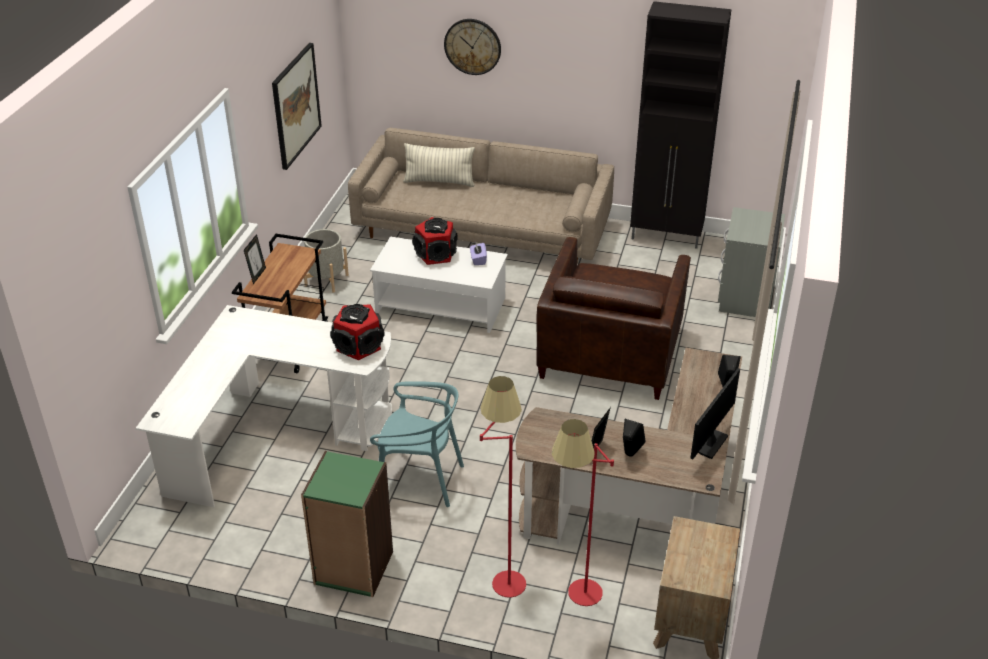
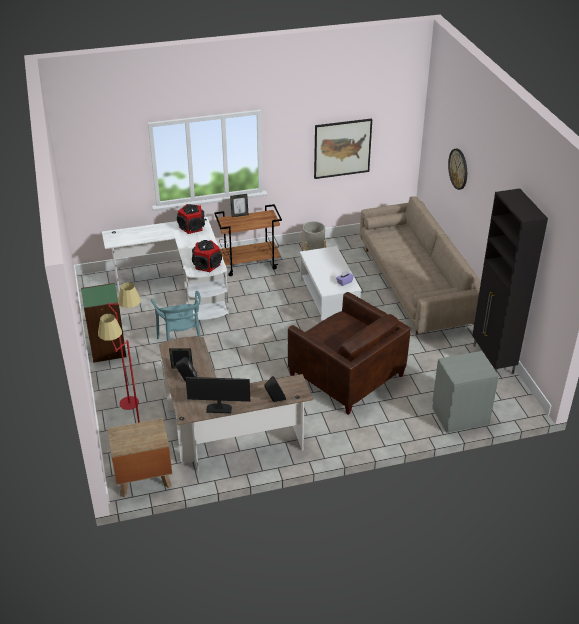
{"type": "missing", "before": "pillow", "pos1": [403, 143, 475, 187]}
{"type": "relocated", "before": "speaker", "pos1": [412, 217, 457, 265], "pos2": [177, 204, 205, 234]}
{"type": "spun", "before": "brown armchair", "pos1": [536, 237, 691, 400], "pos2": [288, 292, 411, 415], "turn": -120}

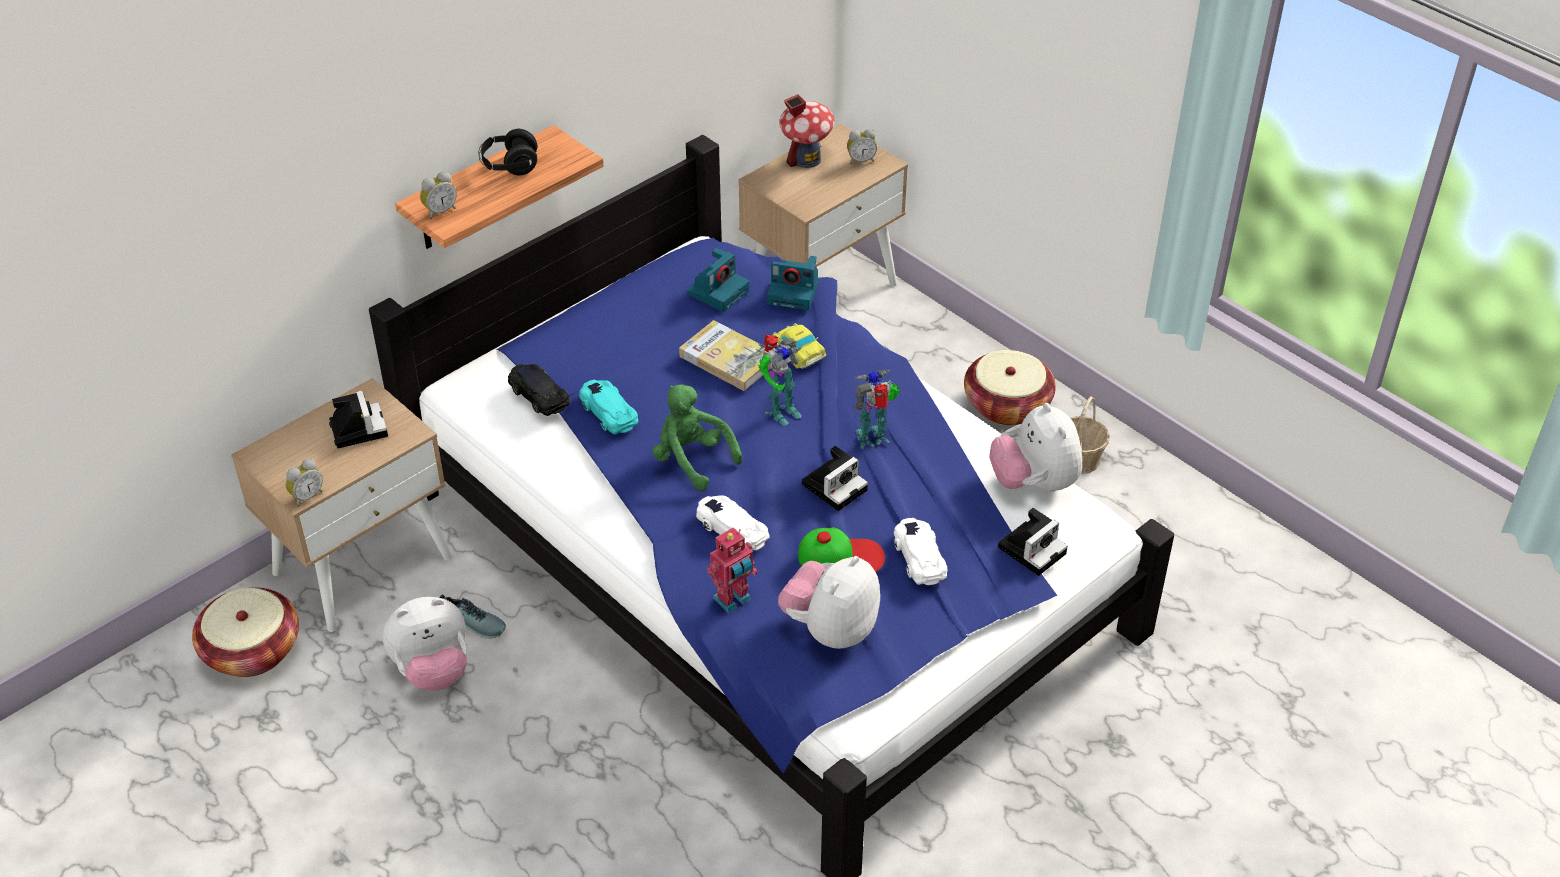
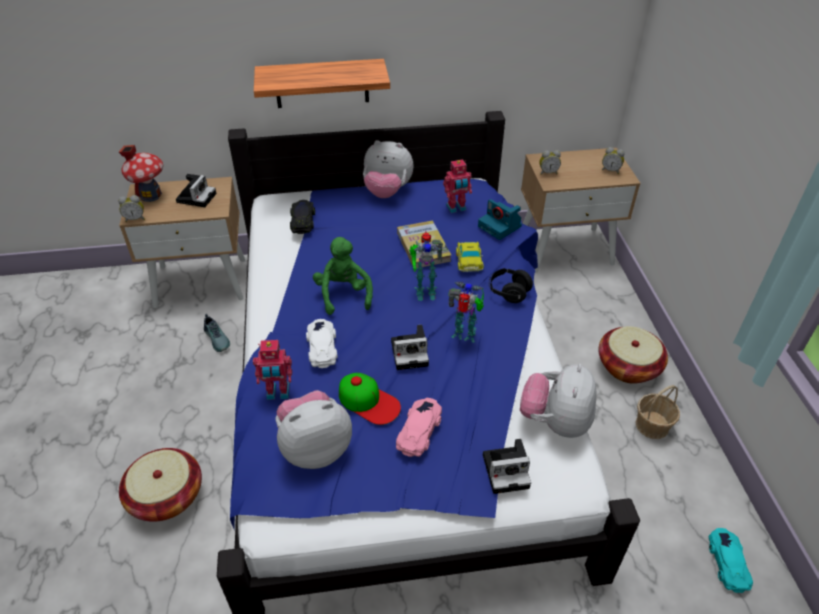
{"type": "relocated", "before": "basket", "pos1": [192, 587, 299, 677], "pos2": [119, 448, 202, 522]}
{"type": "relocated", "before": "plush toy", "pos1": [383, 597, 467, 691], "pos2": [363, 140, 414, 198]}
{"type": "relocated", "before": "alarm clock", "pos1": [420, 171, 457, 219], "pos2": [539, 150, 561, 175]}
{"type": "relocated", "before": "black headphones", "pos1": [479, 129, 537, 176], "pos2": [489, 268, 533, 303]}
{"type": "relocated", "before": "turquoise toy car", "pos1": [579, 380, 638, 434], "pos2": [709, 528, 753, 593]}
{"type": "exchanged", "before": "photo camera", "after": "toy robot", "pos1": [687, 248, 749, 312], "pos2": [443, 159, 472, 213]}
{"type": "relocated", "before": "toy house", "pos1": [779, 94, 835, 168], "pos2": [119, 145, 163, 202]}
{"type": "colour", "before": "white toy car", "after": "pink toy car", "pos1": [894, 518, 947, 585], "pos2": [396, 398, 442, 457]}

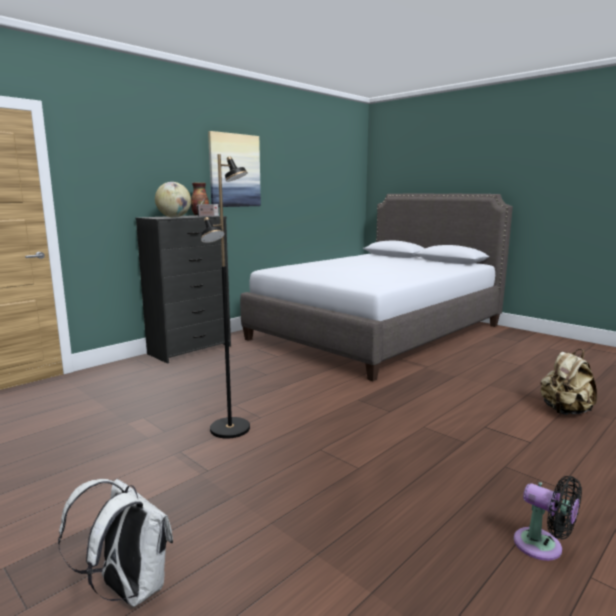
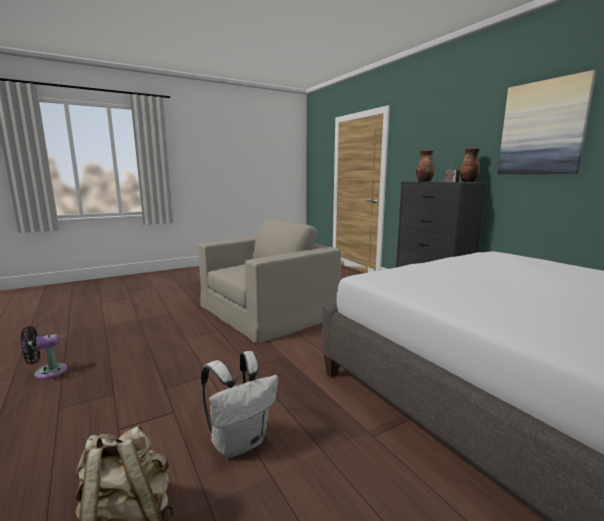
{"type": "relocated", "before": "white backpack", "pos1": [58, 479, 173, 607], "pos2": [201, 351, 278, 458]}
{"type": "exchanged", "before": "globe", "after": "vase", "pos1": [155, 182, 191, 218], "pos2": [416, 150, 434, 182]}
{"type": "exchanged", "before": "black floor lamp", "after": "beige armchair", "pos1": [201, 154, 250, 439], "pos2": [198, 219, 341, 343]}

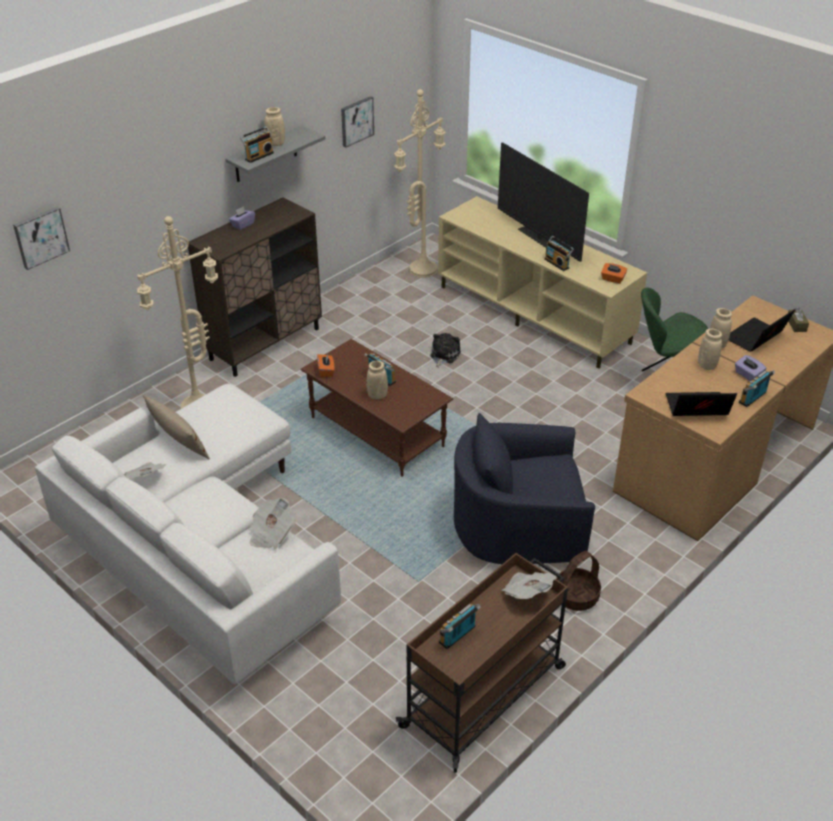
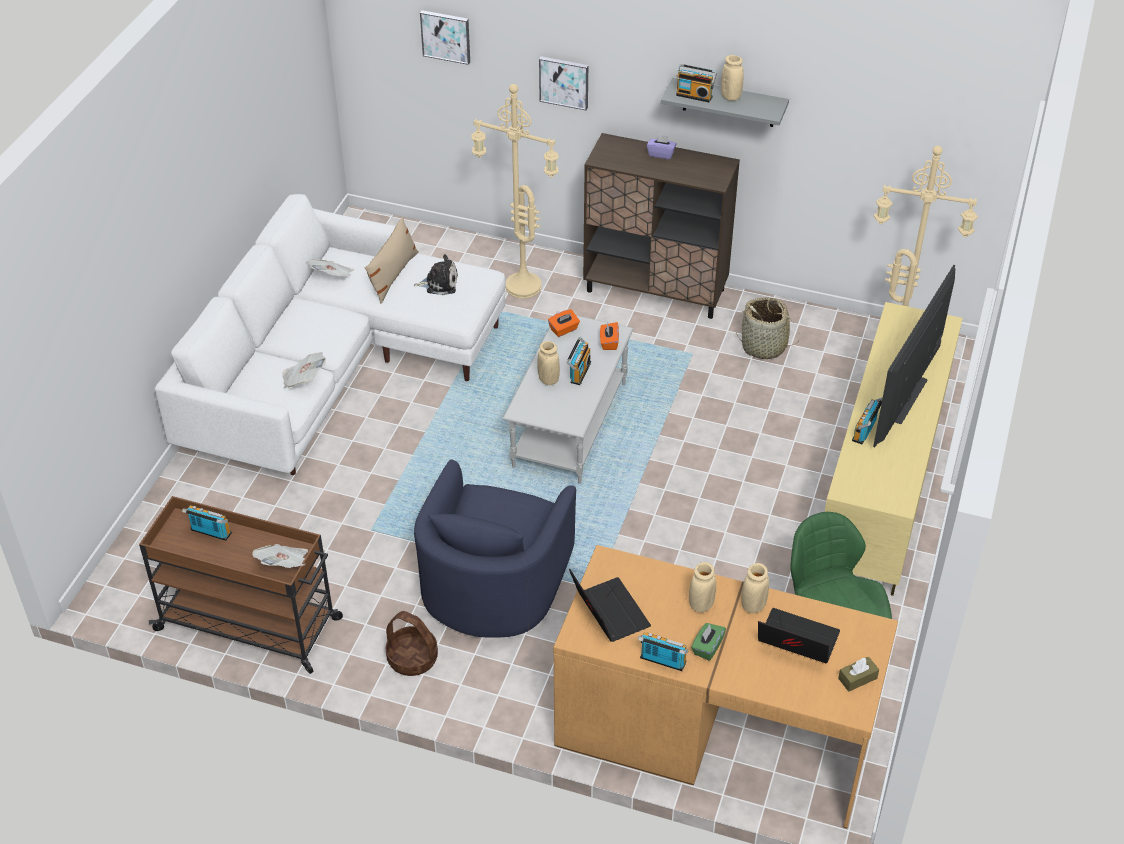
{"type": "colour", "before": "brown coffee table", "after": "grey coffee table", "pos1": [301, 339, 453, 477], "pos2": [502, 311, 634, 484]}
{"type": "relocated", "before": "picture", "pos1": [341, 96, 374, 148], "pos2": [539, 56, 588, 110]}
{"type": "relocated", "before": "plush toy", "pos1": [430, 333, 461, 368], "pos2": [413, 254, 458, 295]}
{"type": "spun", "before": "blue armchair", "pos1": [454, 413, 595, 564], "pos2": [414, 460, 576, 638], "turn": -135}
{"type": "relocated", "before": "orange tissue box", "pos1": [601, 263, 627, 284], "pos2": [600, 322, 619, 350]}
{"type": "colour", "before": "purple tissue box", "after": "green tissue box", "pos1": [735, 355, 767, 381], "pos2": [691, 623, 726, 661]}
{"type": "appeared", "after": "basket", "pos2": [736, 297, 800, 359]}

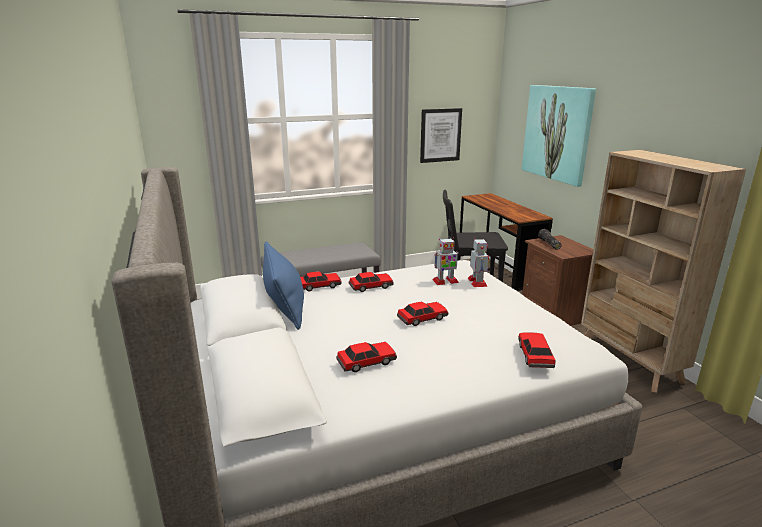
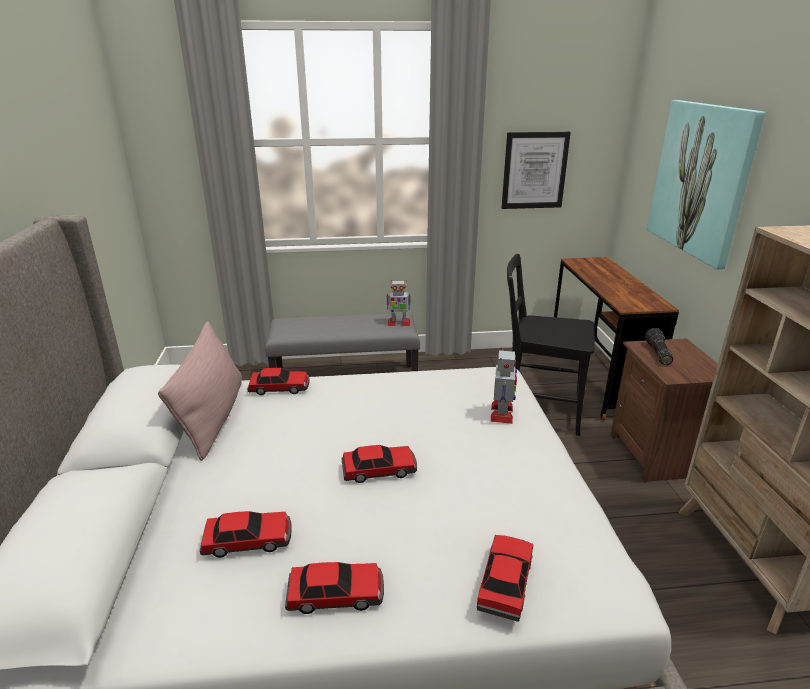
{"type": "colour", "before": "blue pillow", "after": "pink pillow", "pos1": [263, 241, 304, 330], "pos2": [158, 321, 242, 461]}
{"type": "relocated", "before": "toy car", "pos1": [349, 272, 394, 292], "pos2": [285, 562, 384, 614]}
{"type": "relocated", "before": "toy robot", "pos1": [433, 238, 459, 285], "pos2": [386, 280, 411, 326]}

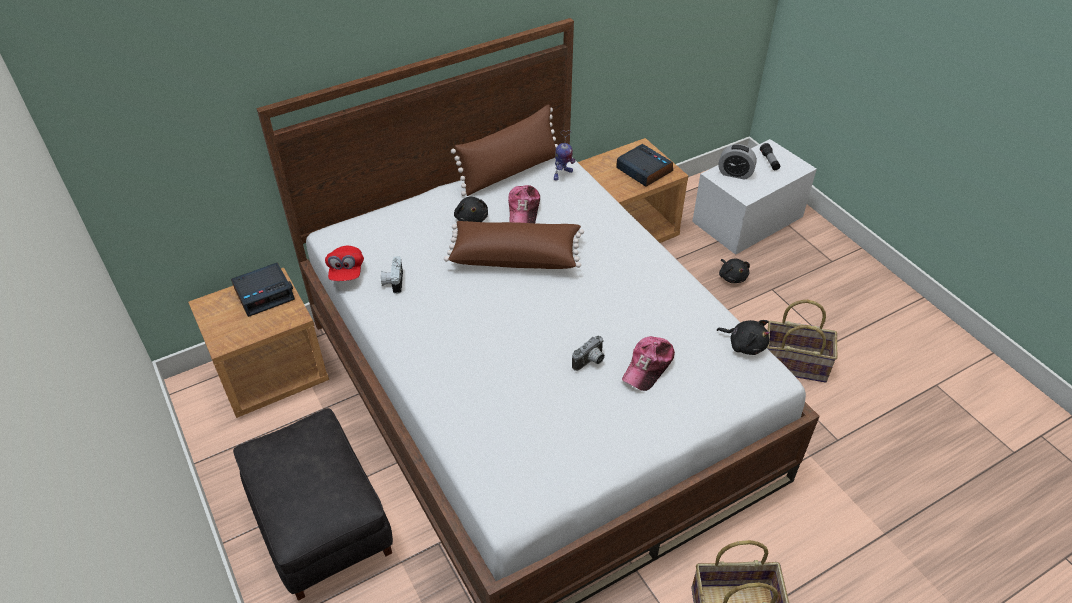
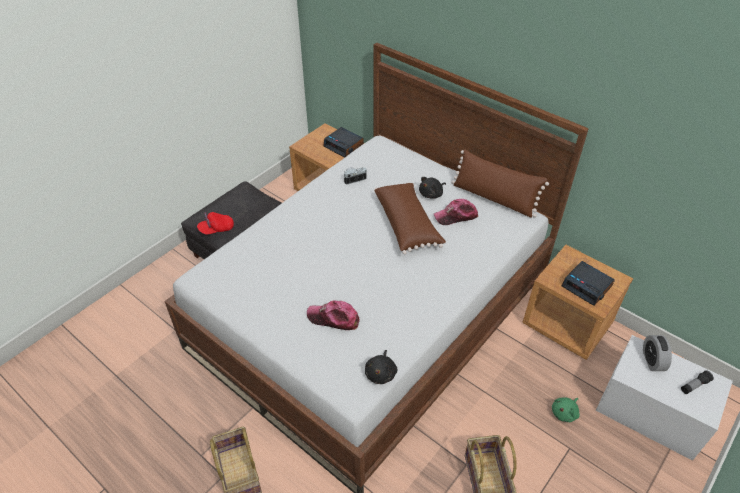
{"type": "relocated", "before": "red cap", "pos1": [325, 245, 364, 281], "pos2": [197, 212, 234, 234]}
{"type": "missing", "before": "toy robot", "pos1": [554, 130, 575, 181]}
{"type": "missing", "before": "photo camera", "pos1": [572, 335, 605, 371]}
{"type": "spun", "before": "alarm clock", "pos1": [616, 144, 673, 187], "pos2": [562, 261, 615, 306], "turn": 105}
{"type": "colour", "before": "black plush toy", "after": "green plush toy", "pos1": [719, 258, 750, 283], "pos2": [552, 398, 580, 422]}

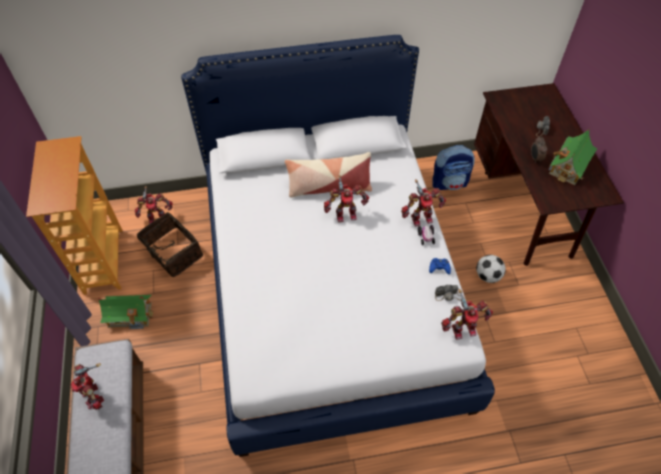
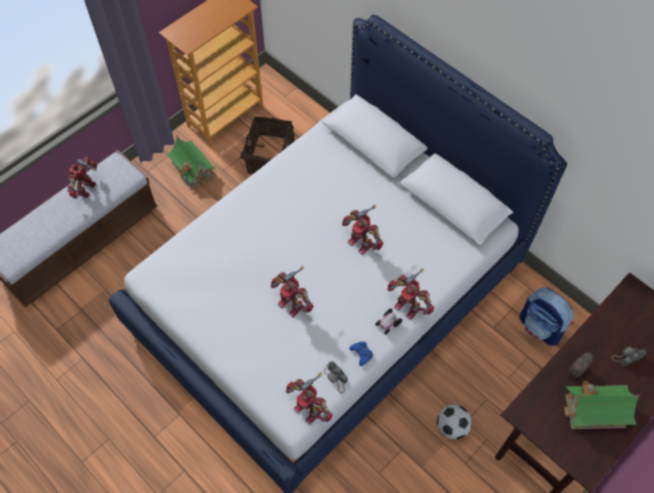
{"type": "relocated", "before": "toy robot", "pos1": [135, 186, 173, 224], "pos2": [271, 266, 314, 317]}
{"type": "missing", "before": "pillow", "pos1": [285, 152, 372, 198]}

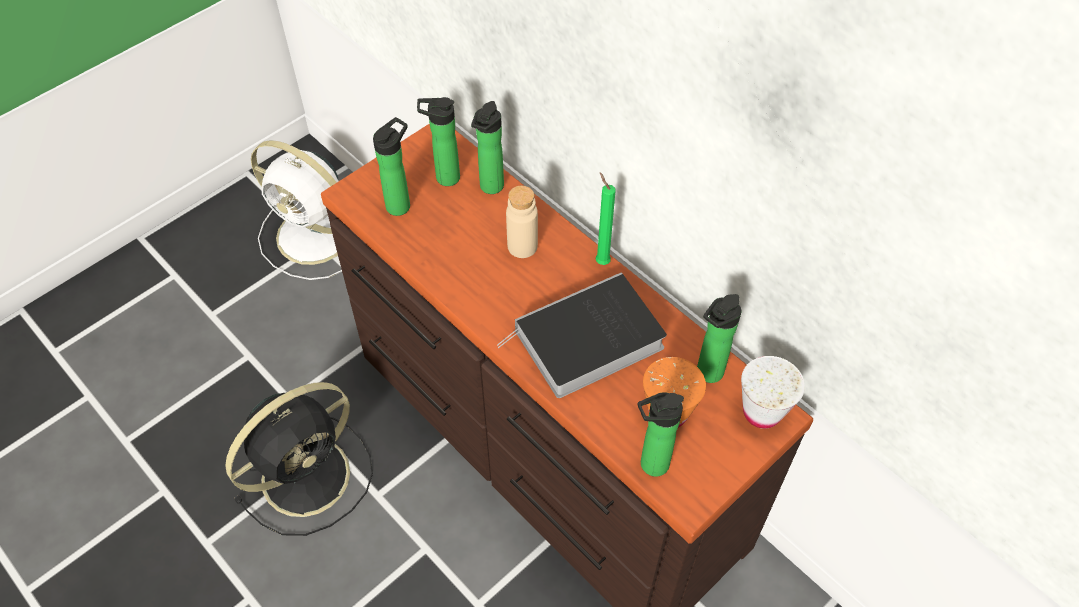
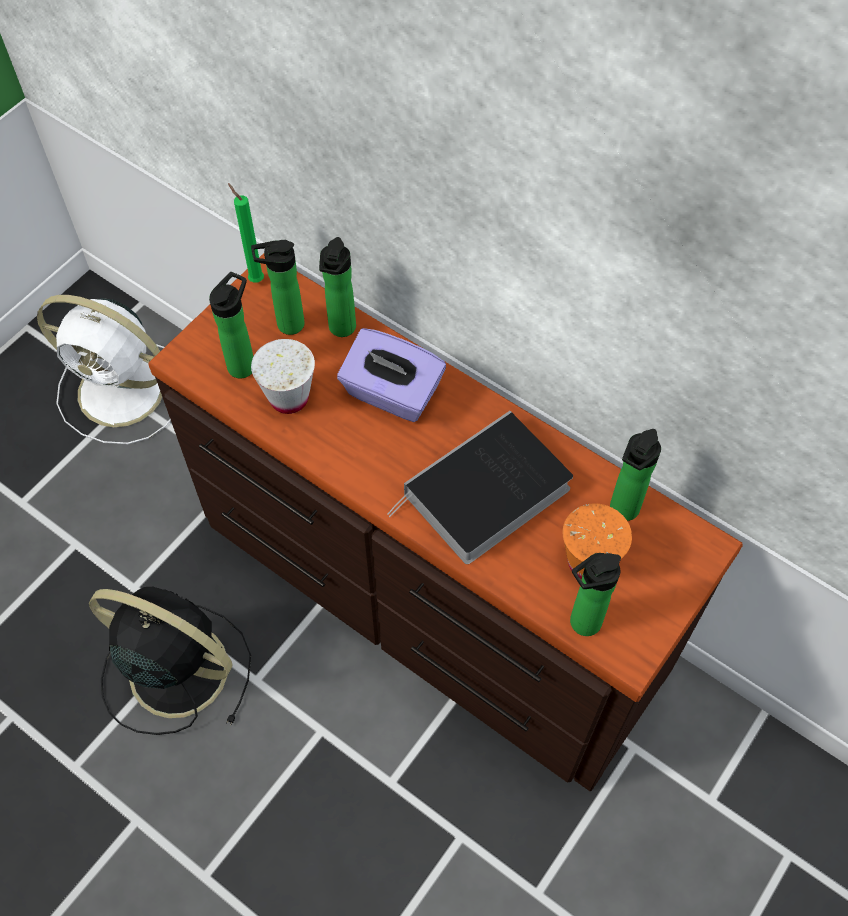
{"type": "spun", "before": "black fan", "pos1": [225, 382, 373, 536], "pos2": [89, 587, 251, 735], "turn": -105}
{"type": "exchanged", "before": "beige bottle", "after": "purple tissue box", "pos1": [506, 186, 538, 258], "pos2": [337, 328, 446, 422]}
{"type": "relocated", "before": "green candle", "pos1": [595, 172, 616, 265], "pos2": [228, 183, 264, 283]}
{"type": "relocated", "before": "white cup", "pos1": [741, 356, 805, 429], "pos2": [251, 339, 315, 414]}

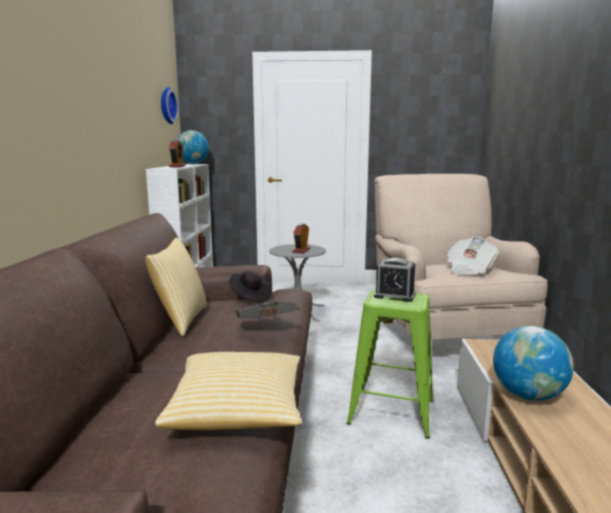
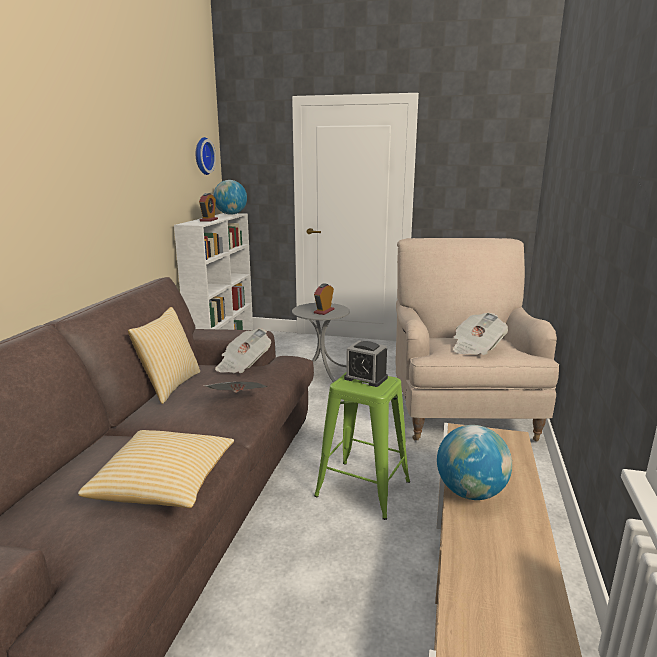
{"type": "exchanged", "before": "black hat", "after": "newspaper", "pos1": [229, 271, 272, 303], "pos2": [215, 328, 271, 373]}

